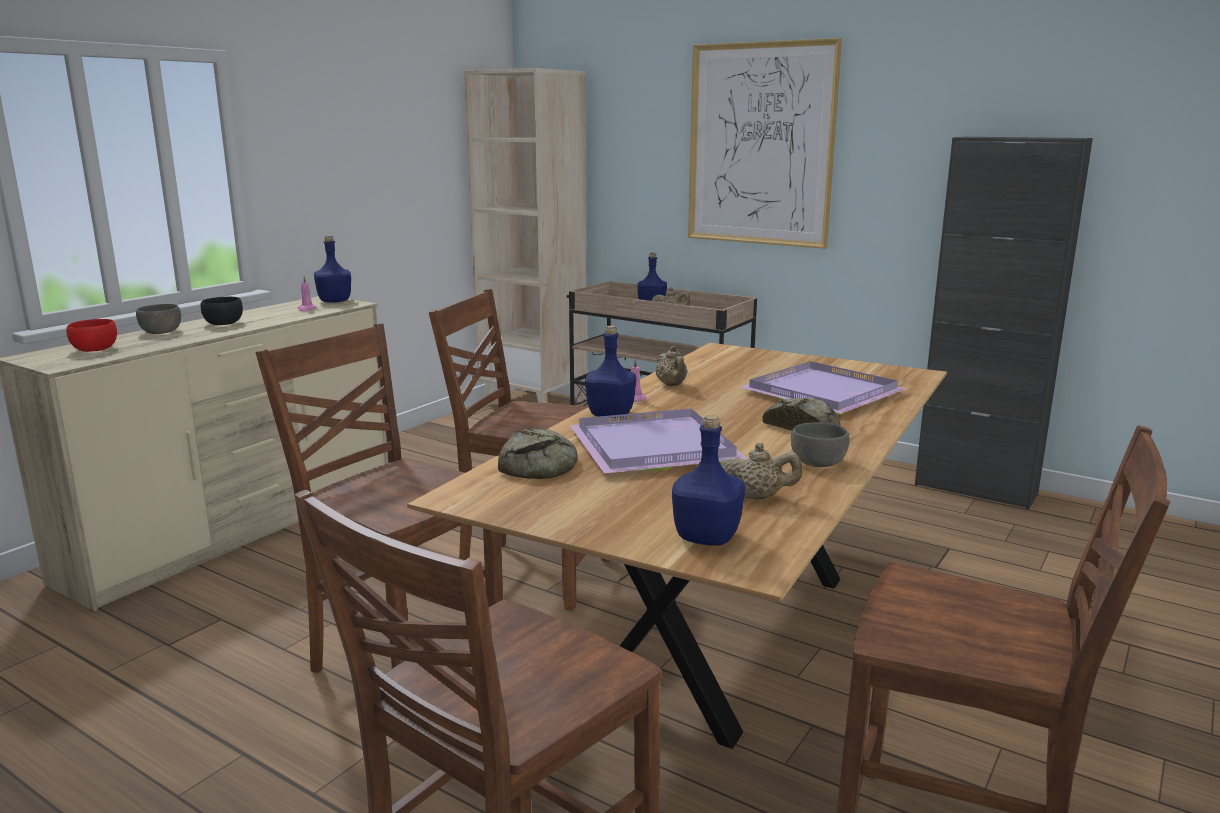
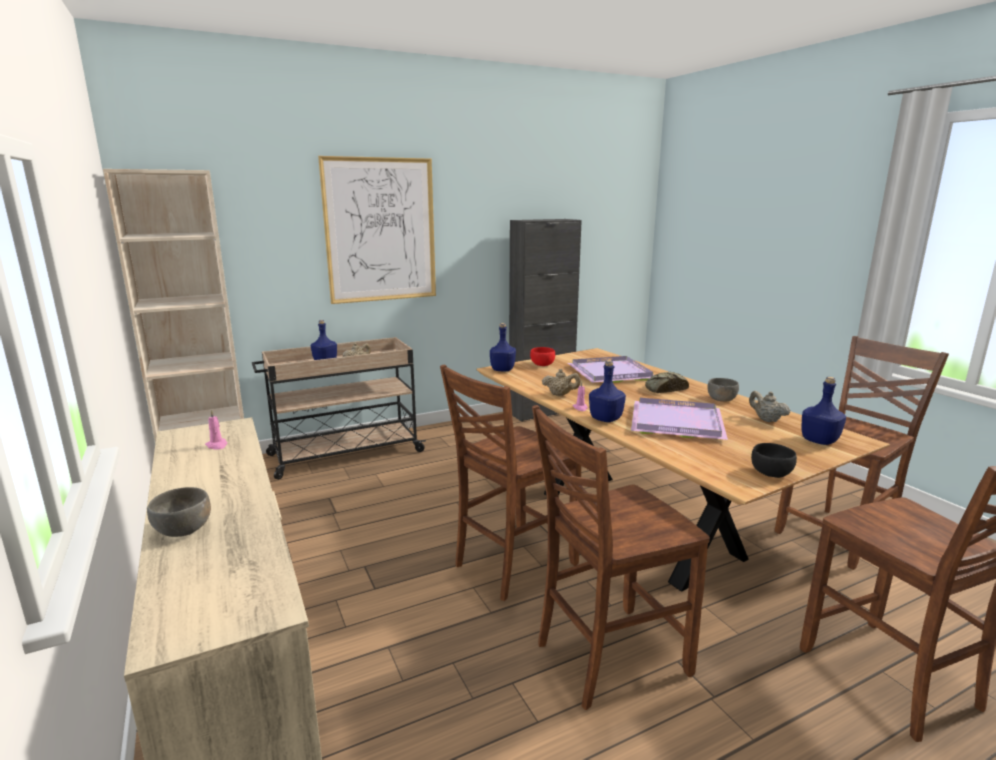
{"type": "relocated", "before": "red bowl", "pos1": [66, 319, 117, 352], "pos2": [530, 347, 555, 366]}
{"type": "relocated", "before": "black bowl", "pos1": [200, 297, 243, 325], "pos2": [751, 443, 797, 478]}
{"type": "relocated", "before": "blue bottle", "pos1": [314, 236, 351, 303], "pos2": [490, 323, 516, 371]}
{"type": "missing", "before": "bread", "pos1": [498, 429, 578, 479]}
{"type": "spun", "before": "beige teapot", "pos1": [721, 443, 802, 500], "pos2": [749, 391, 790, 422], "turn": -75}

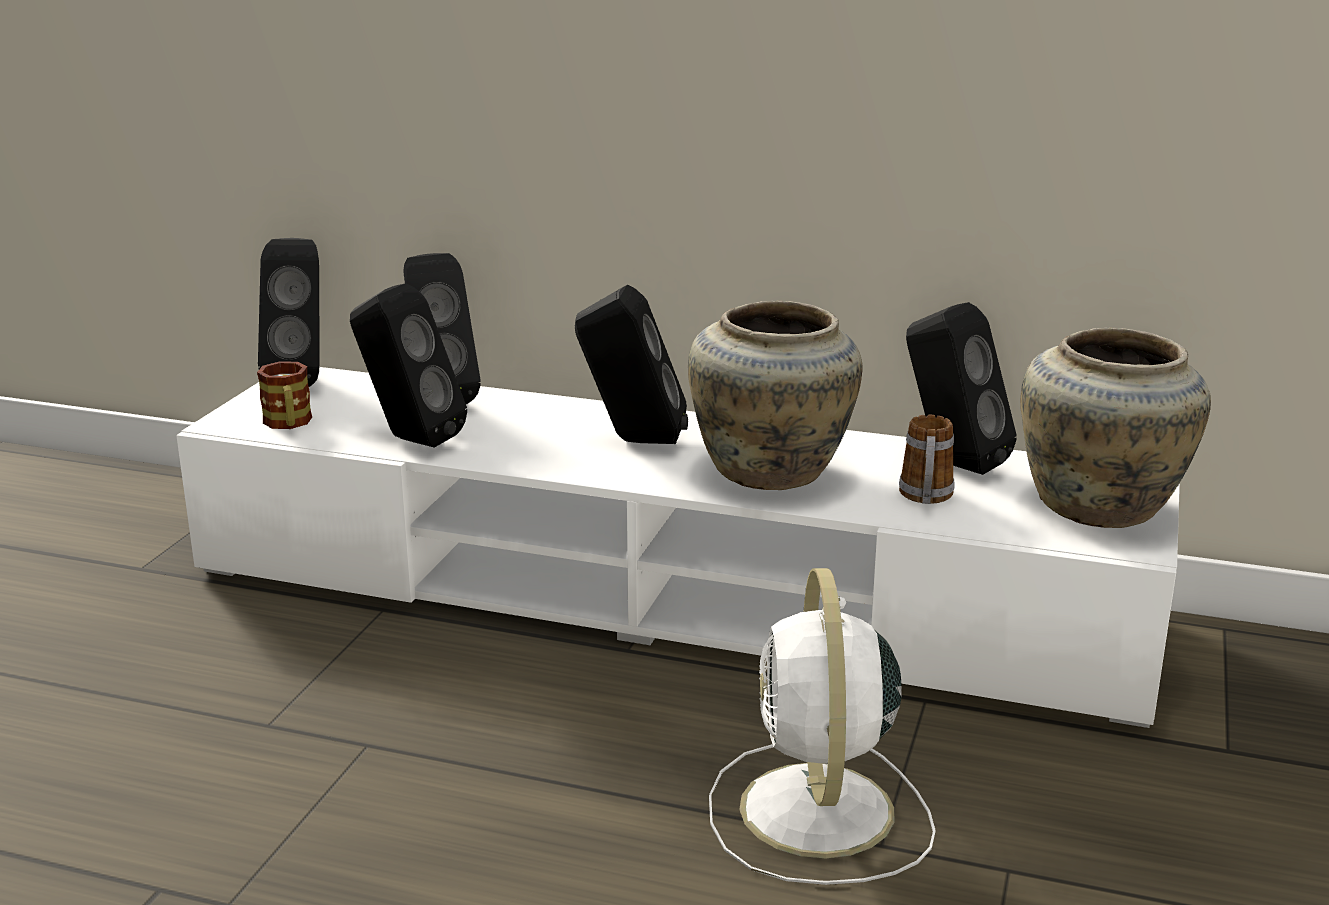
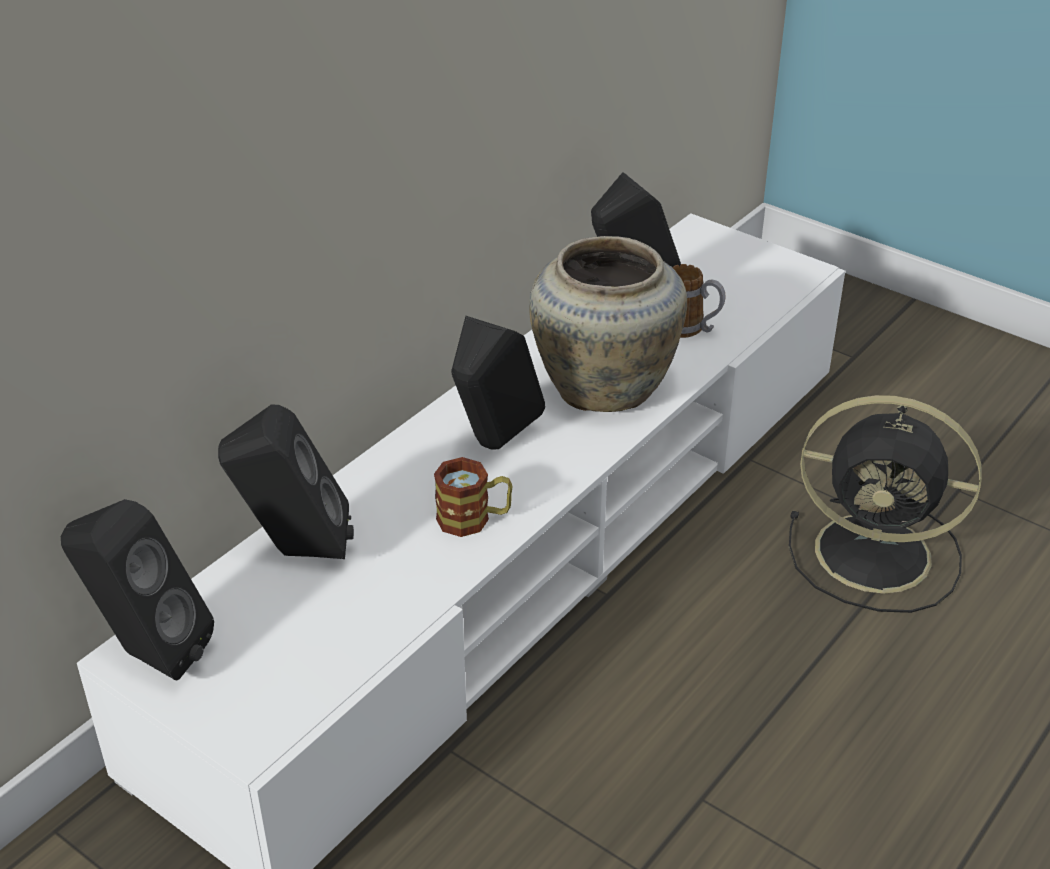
{"type": "relocated", "before": "mug", "pos1": [257, 361, 312, 429], "pos2": [434, 457, 513, 537]}
{"type": "missing", "before": "black speaker", "pos1": [350, 283, 467, 448]}
{"type": "colour", "before": "white fan", "after": "black fan", "pos1": [709, 568, 936, 885], "pos2": [789, 395, 982, 613]}
{"type": "missing", "before": "beige vase", "pos1": [1020, 328, 1211, 528]}

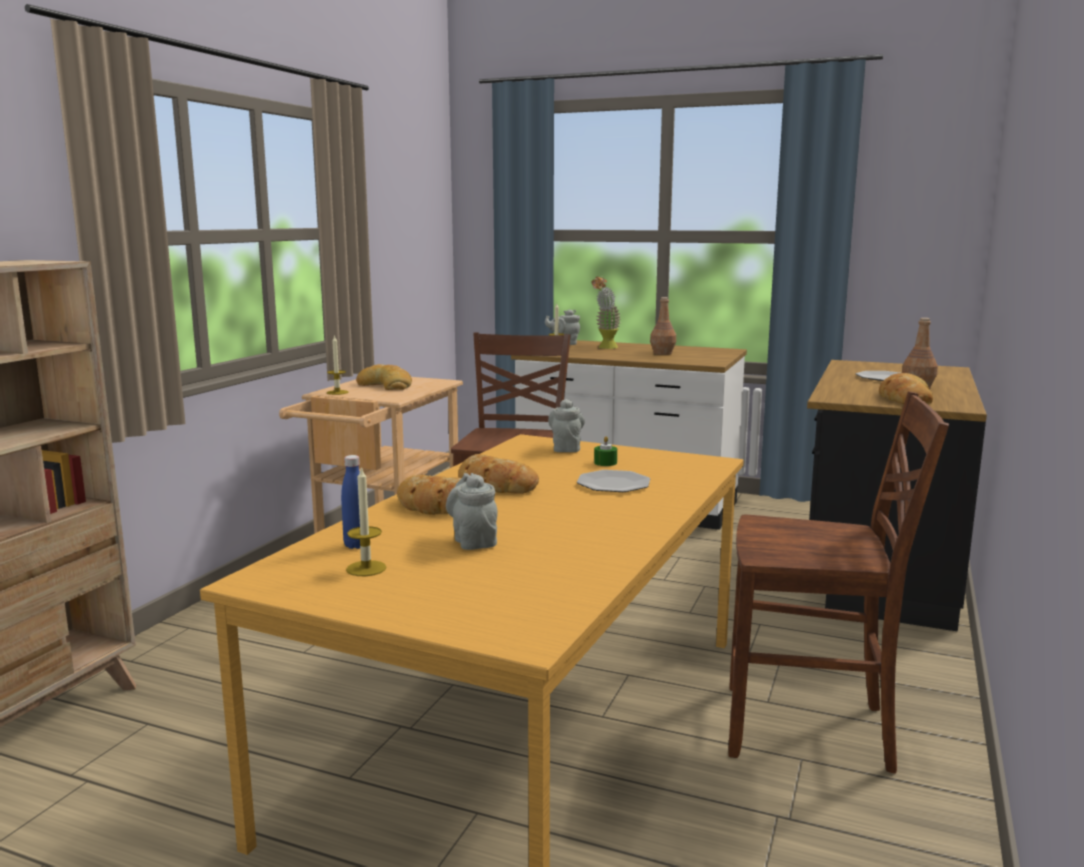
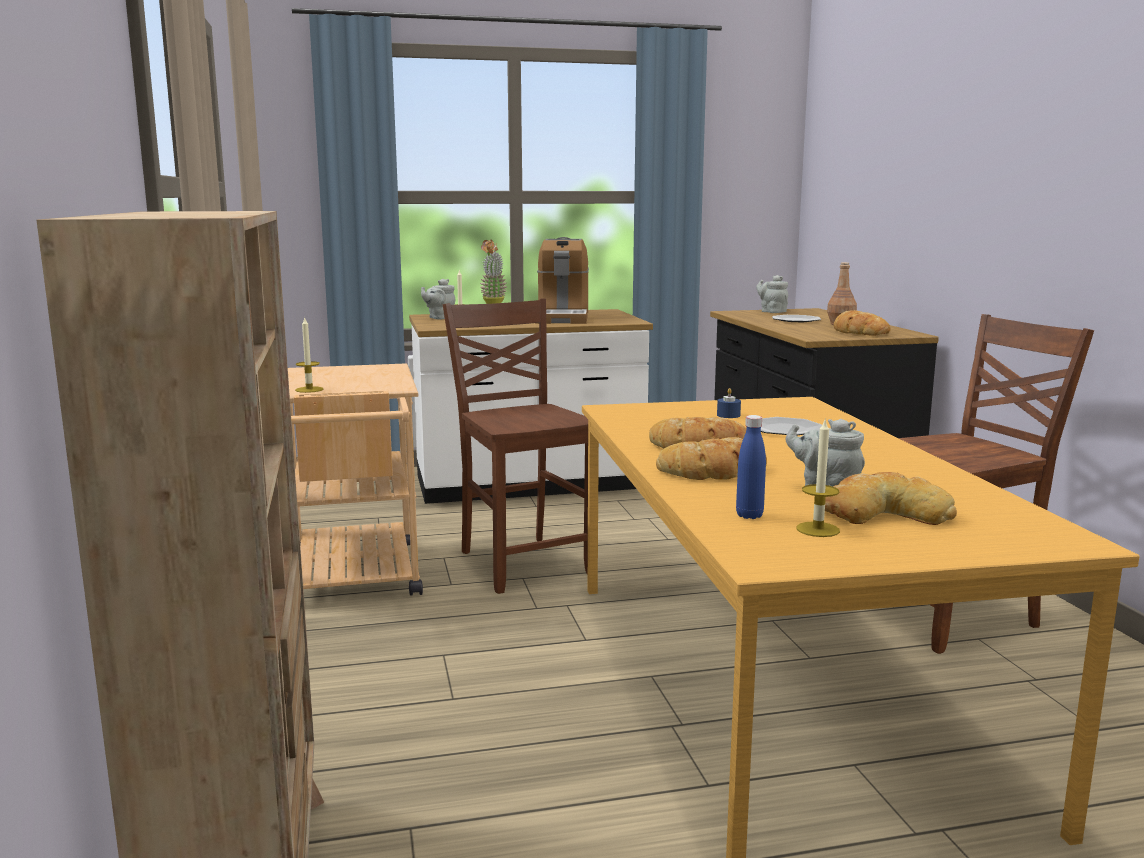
{"type": "relocated", "before": "bread", "pos1": [356, 364, 412, 390], "pos2": [825, 472, 957, 525]}
{"type": "relocated", "before": "grey teapot", "pos1": [548, 399, 585, 452], "pos2": [756, 275, 788, 313]}
{"type": "colour", "before": "green candle", "after": "blue candle", "pos1": [594, 436, 617, 466], "pos2": [717, 388, 741, 418]}
{"type": "exchanged", "before": "brown bottle", "after": "coffee machine", "pos1": [650, 297, 676, 355], "pos2": [536, 237, 589, 324]}

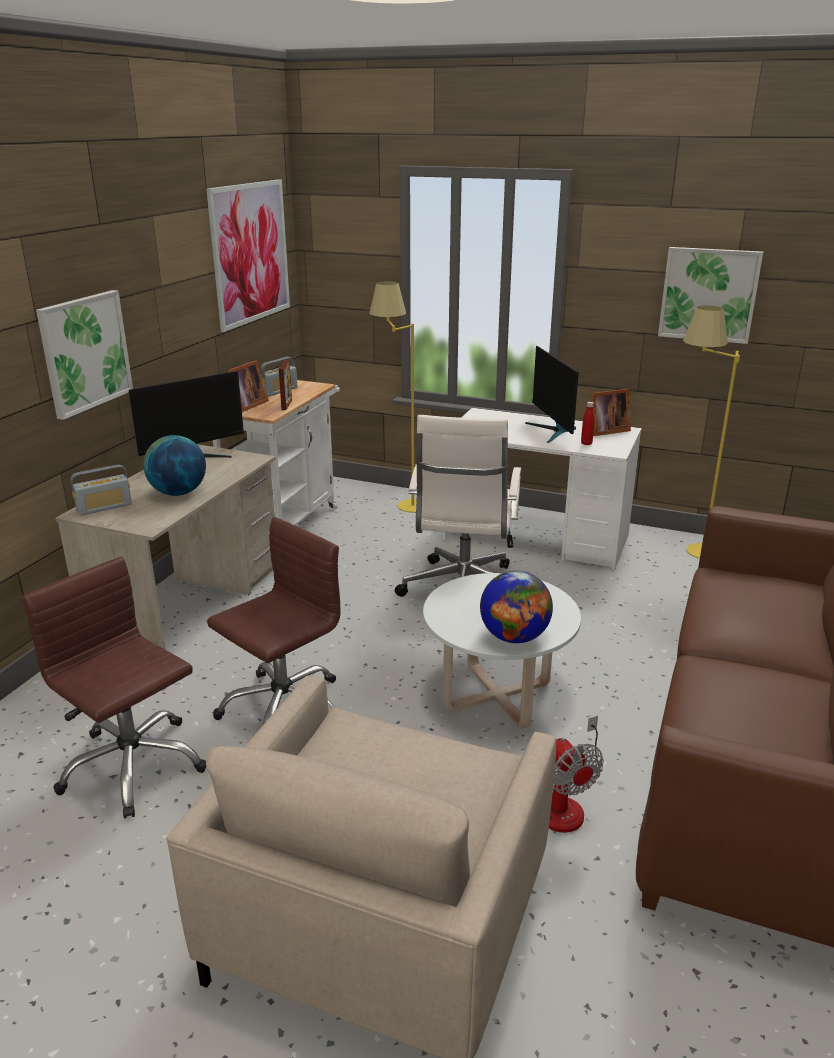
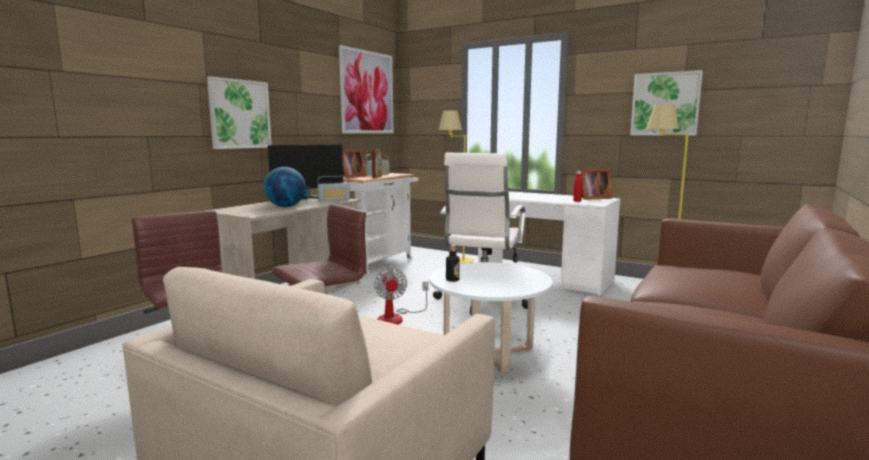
{"type": "relocated", "before": "radio", "pos1": [71, 465, 132, 515], "pos2": [317, 176, 350, 202]}
{"type": "missing", "before": "globe", "pos1": [480, 571, 553, 643]}
{"type": "missing", "before": "monitor", "pos1": [525, 346, 579, 443]}
{"type": "relocated", "before": "fan", "pos1": [549, 716, 603, 833], "pos2": [374, 268, 428, 324]}
{"type": "appeared", "after": "bottle", "pos2": [446, 245, 460, 282]}

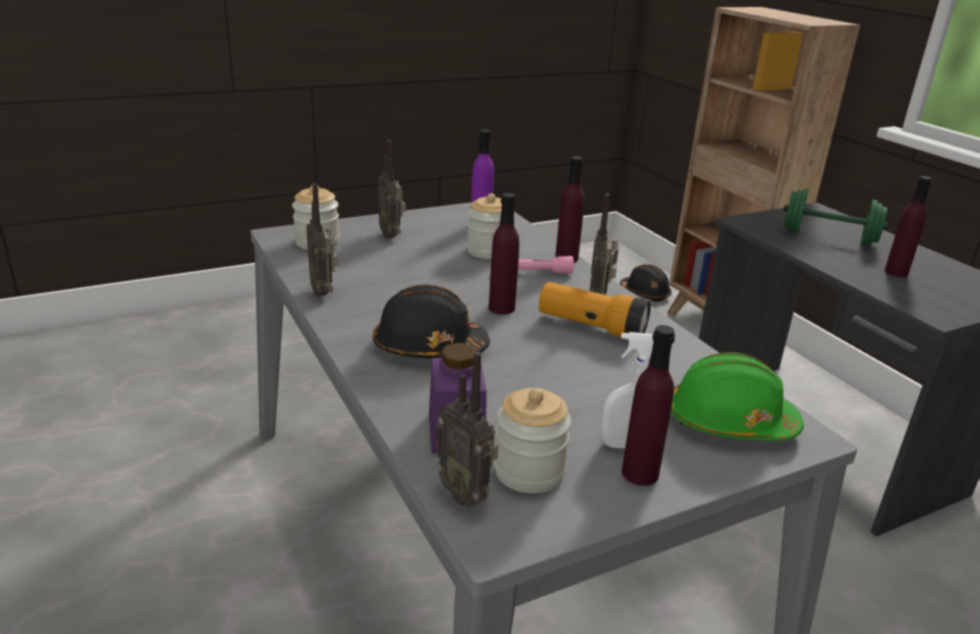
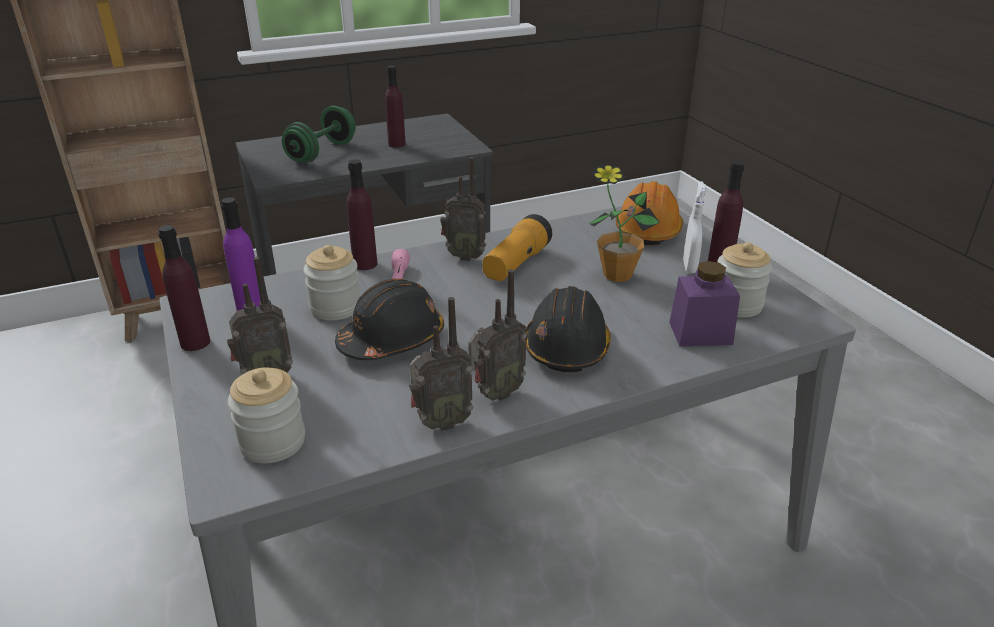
{"type": "relocated", "before": "radio", "pos1": [435, 351, 498, 507], "pos2": [468, 269, 527, 401]}
{"type": "relocated", "before": "purple bottle", "pos1": [489, 193, 519, 315], "pos2": [158, 225, 210, 351]}
{"type": "relocated", "before": "black hard hat", "pos1": [620, 264, 672, 302], "pos2": [335, 279, 444, 360]}
{"type": "colour", "before": "green hard hat", "after": "orange hard hat", "pos1": [671, 352, 804, 440], "pos2": [616, 181, 683, 245]}
{"type": "appeared", "after": "potted plant", "pos2": [589, 164, 660, 282]}

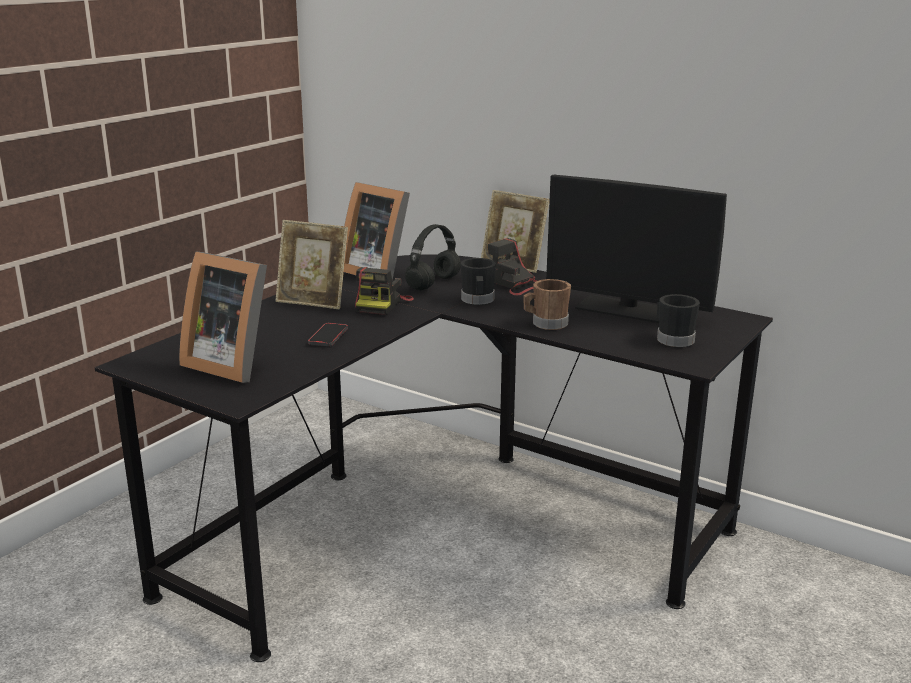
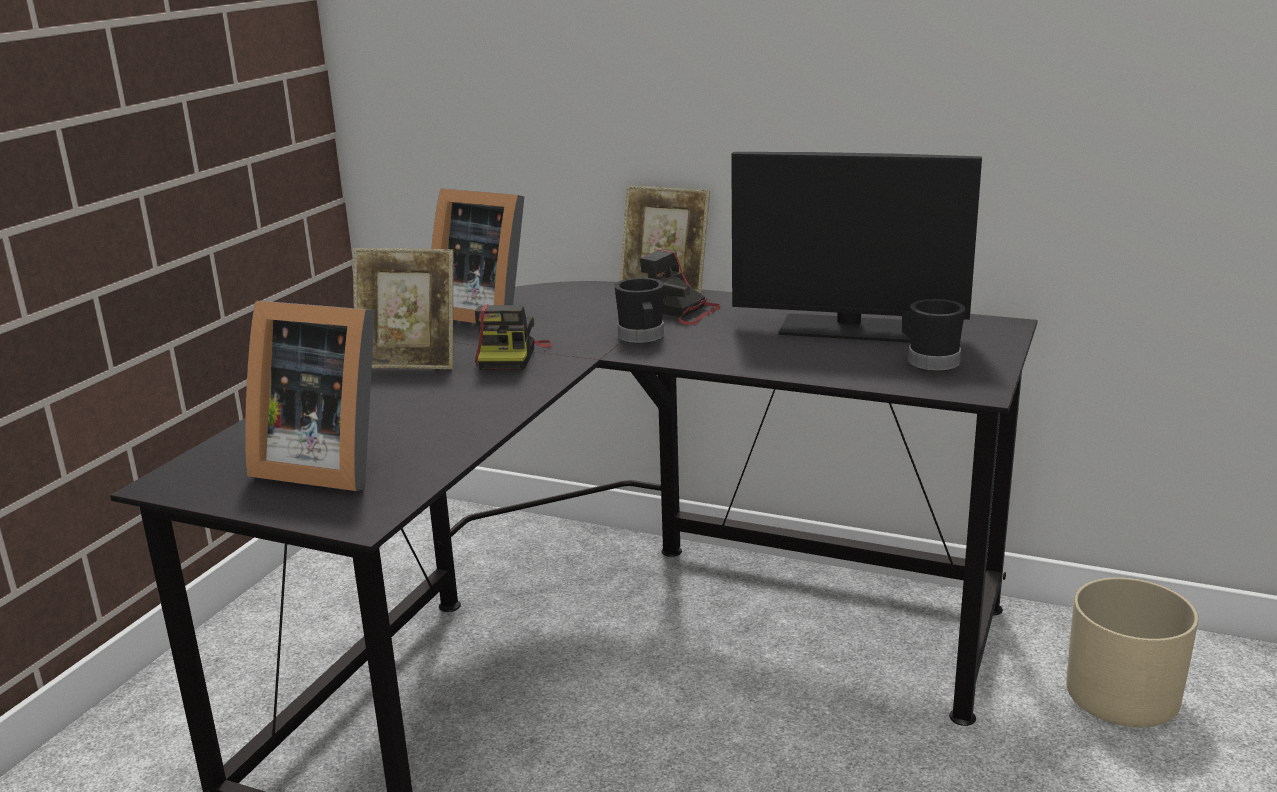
{"type": "missing", "before": "phone", "pos1": [308, 323, 348, 346]}
{"type": "missing", "before": "black headphones", "pos1": [405, 224, 461, 290]}
{"type": "missing", "before": "brown mug", "pos1": [523, 279, 571, 330]}
{"type": "appeared", "after": "beige planter", "pos2": [1066, 577, 1198, 727]}

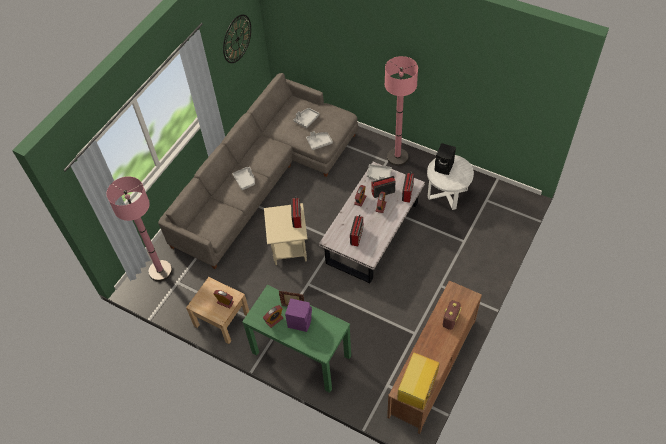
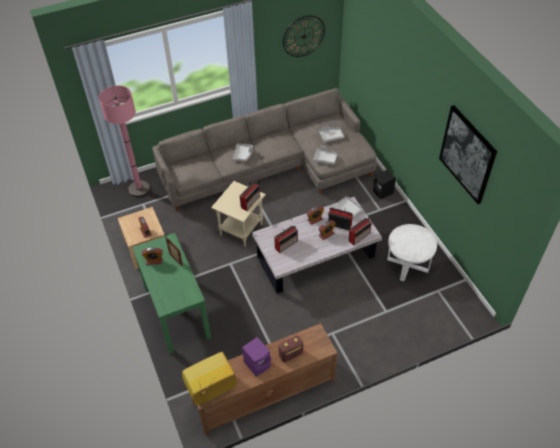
{"type": "relocated", "before": "purple speaker", "pos1": [285, 298, 312, 332], "pos2": [242, 337, 271, 376]}
{"type": "missing", "before": "pink floor lamp", "pos1": [385, 56, 418, 166]}
{"type": "relocated", "before": "black speaker", "pos1": [434, 143, 456, 175], "pos2": [373, 169, 396, 199]}
{"type": "appeared", "after": "picture", "pos2": [439, 105, 497, 204]}

